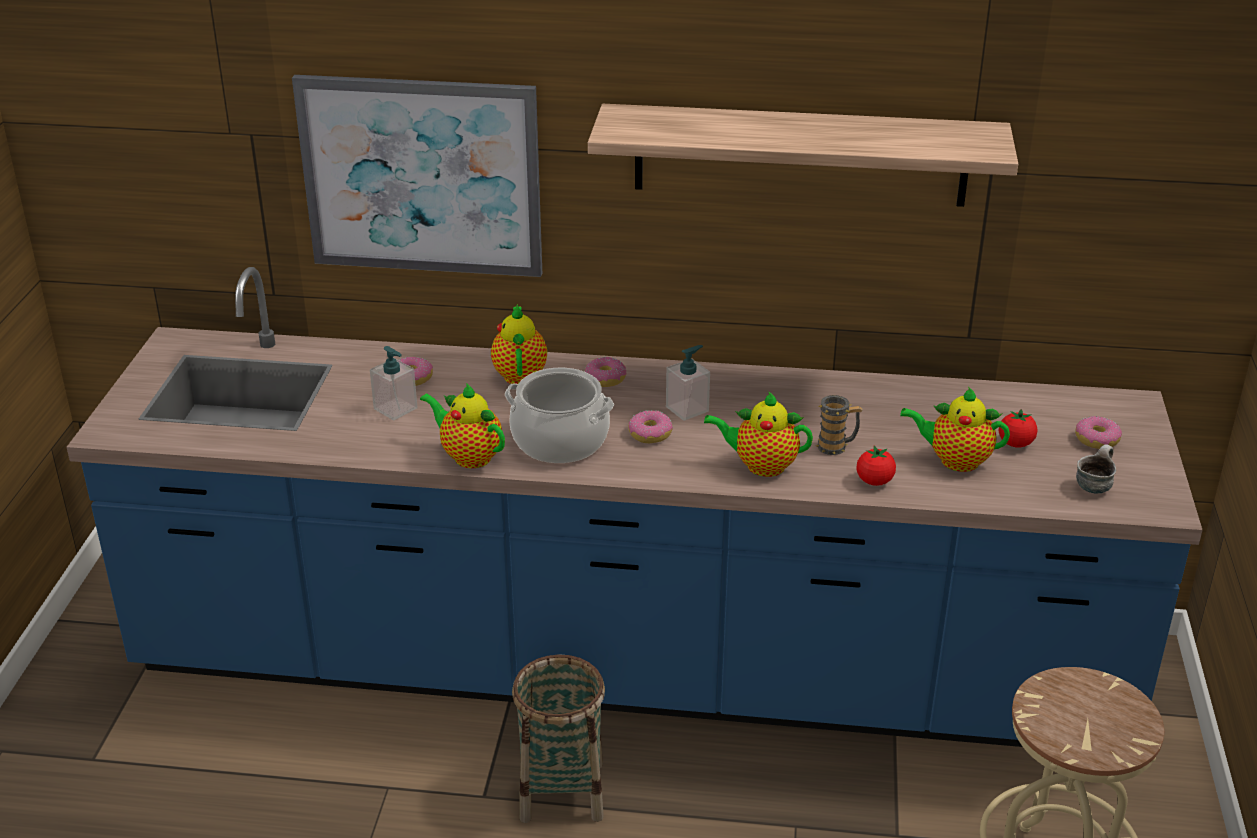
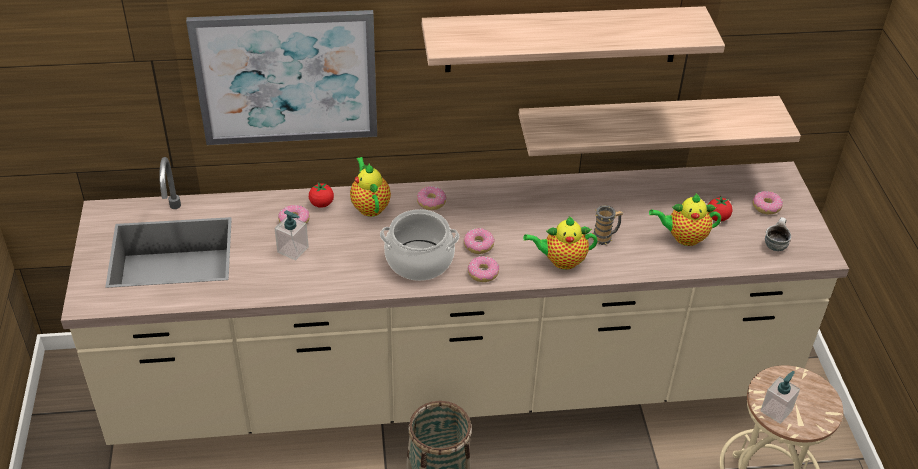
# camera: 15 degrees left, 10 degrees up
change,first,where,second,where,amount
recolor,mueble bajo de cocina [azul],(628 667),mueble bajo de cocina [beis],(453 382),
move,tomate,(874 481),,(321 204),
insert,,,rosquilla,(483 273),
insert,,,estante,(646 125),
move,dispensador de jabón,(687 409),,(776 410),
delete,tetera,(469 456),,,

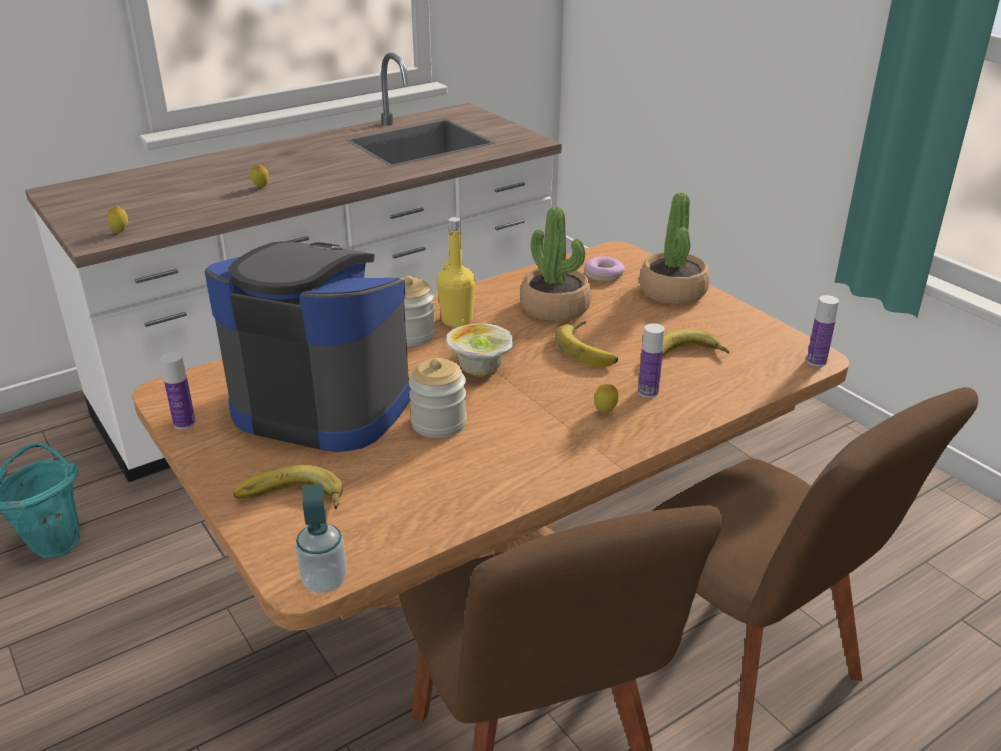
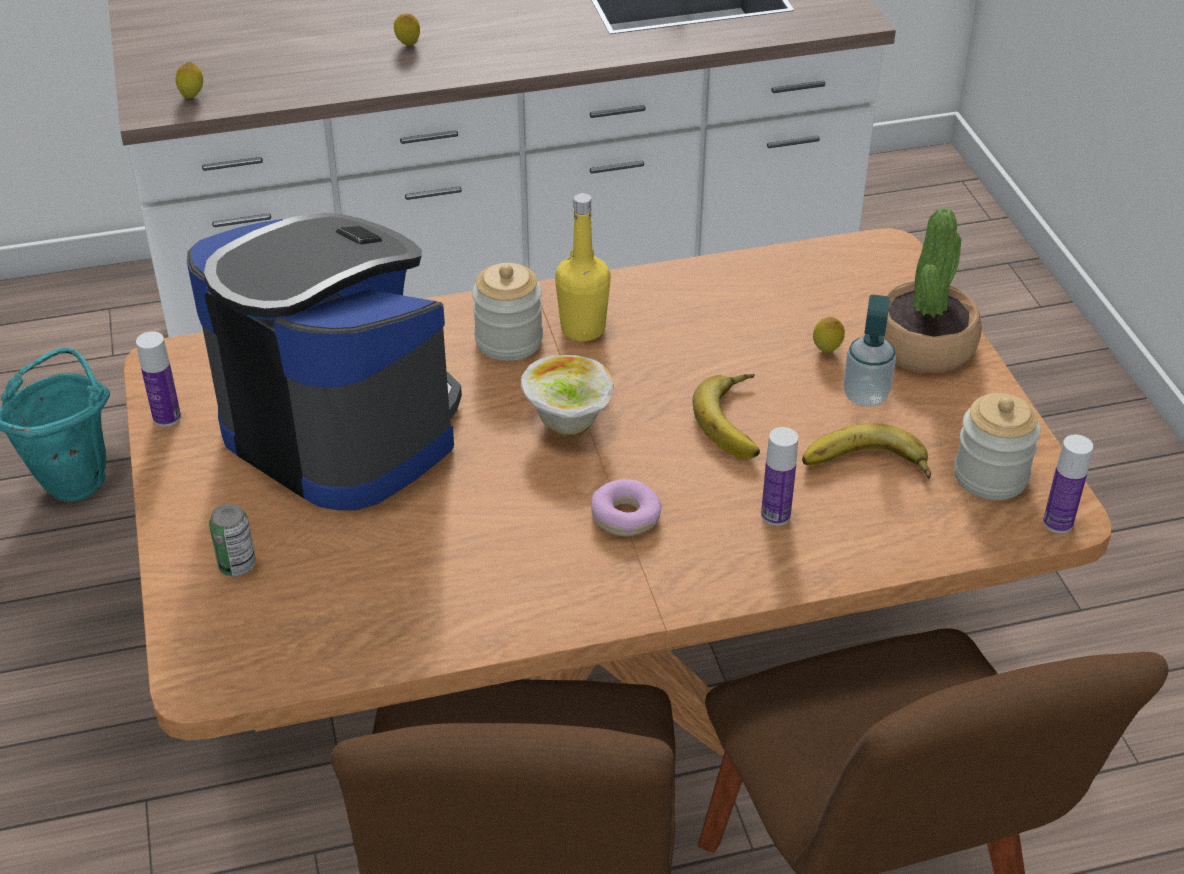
# camera: 20 degrees right, 10 degrees up
change,first,where,second,where,amount
replace,plátano,(290 501),lata,(237 565),
move,rosquilla,(604 275),,(625 516),
move,limón,(605 412),,(826 351),
move,dispensador de jabón,(324 581),,(865 395),
move,tarro,(438 423),,(990 476),
delete,planta en maceta,(555 307),,,

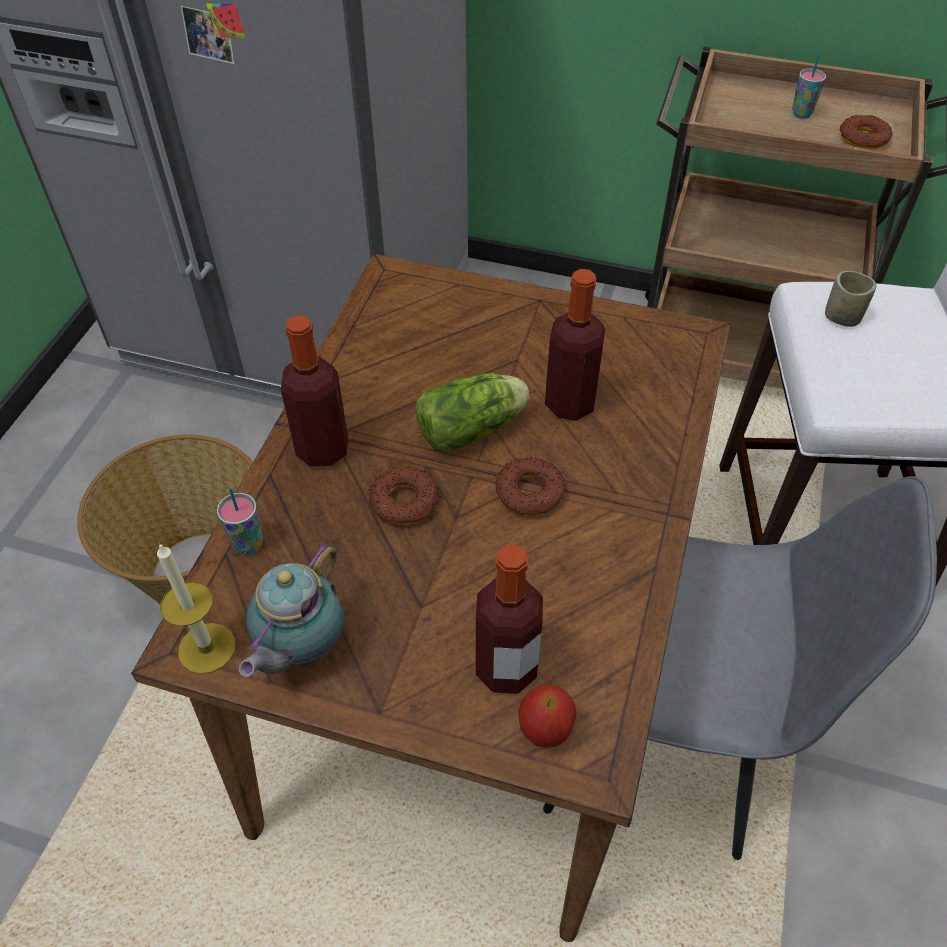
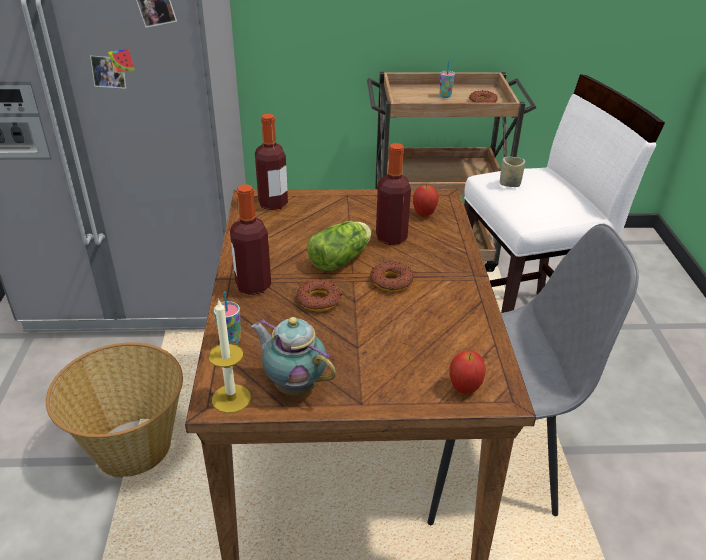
# camera: 20 degrees left, 15 degrees down
change,first,where,second,where,amount
rotate,tetera,(300 649),,(294 385),120 degrees clockwise
move,botella,(506 668),,(273 204),
insert,,,manzana,(424 214),

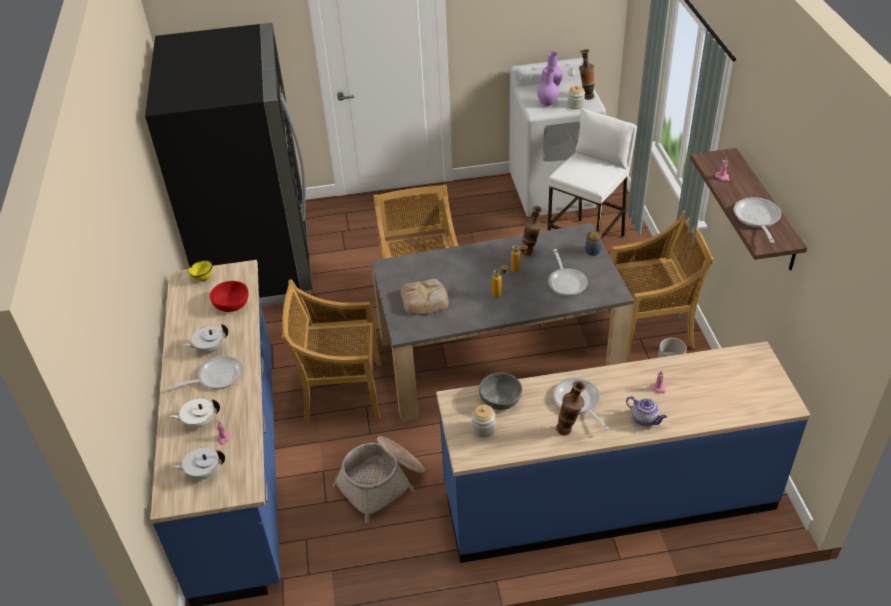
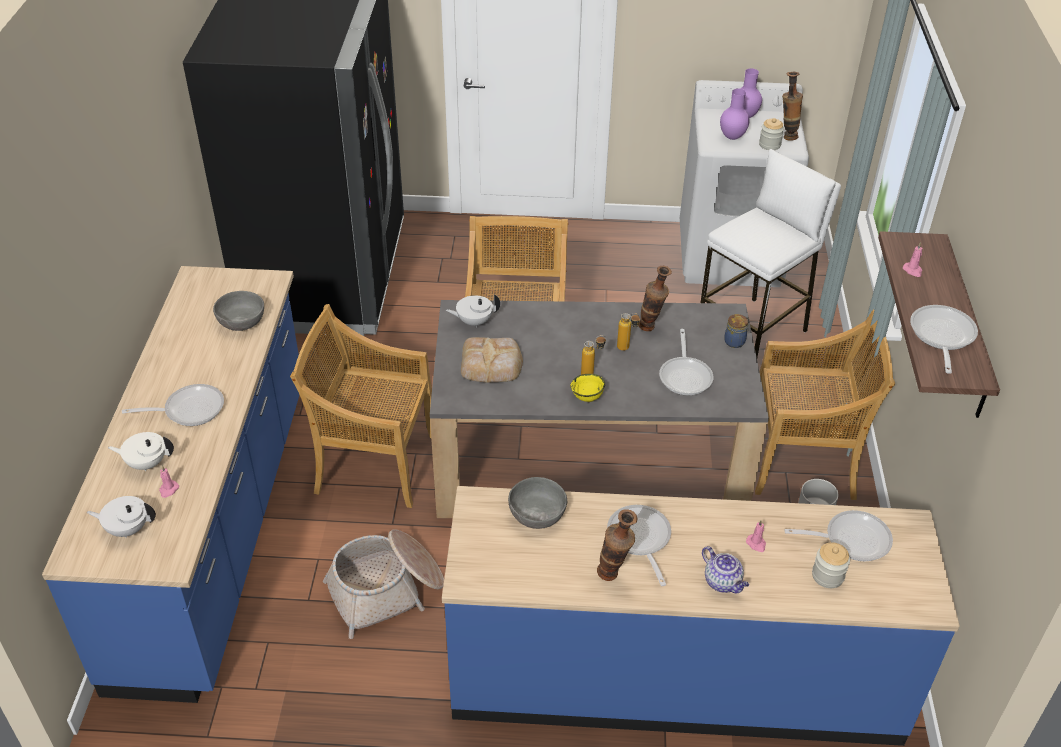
# camera: 10 degrees right, 0 degrees up
change,first,where,second,where,amount
recolor,cuenco [rojo],(232 304),cuenco [gris],(242 321),
move,tetera [blanco],(209 348),,(474 321),
move,cuenco [amarillo],(203 278),,(587 398),
insert,,,sartén,(851 539),
move,tarro,(483 429),,(827 576),

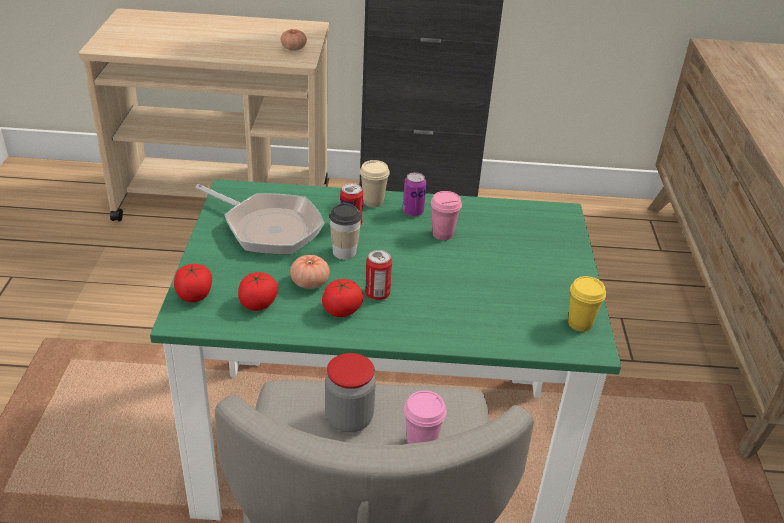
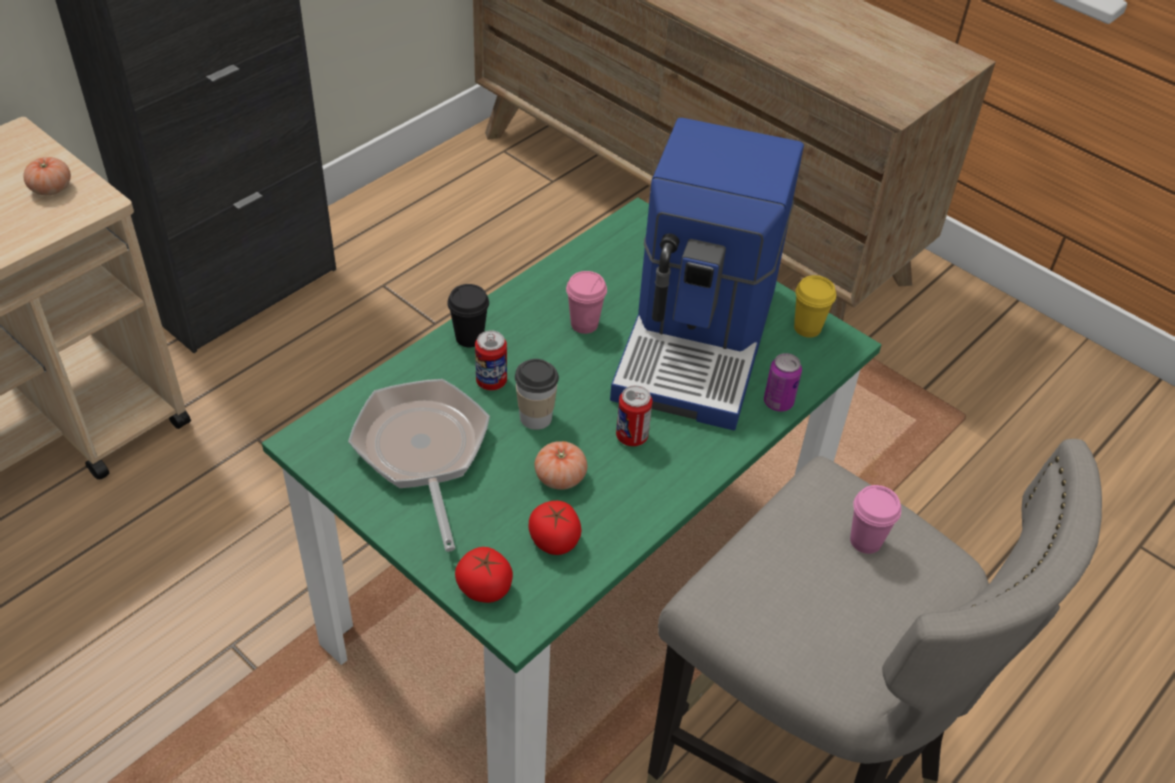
# camera: 50 degrees left, 10 degrees up
change,first,where,second,where,amount
rotate,sartén,(268 228),,(422 452),90 degrees counterclockwise
recolor,taza [beis],(373 202),taza [negro],(469 338),
insert,,,cafetera,(700 340),
move,lata,(413 212),,(778 402),
delete,tomate,(342 310),,,
delete,tarro,(349 418),,,

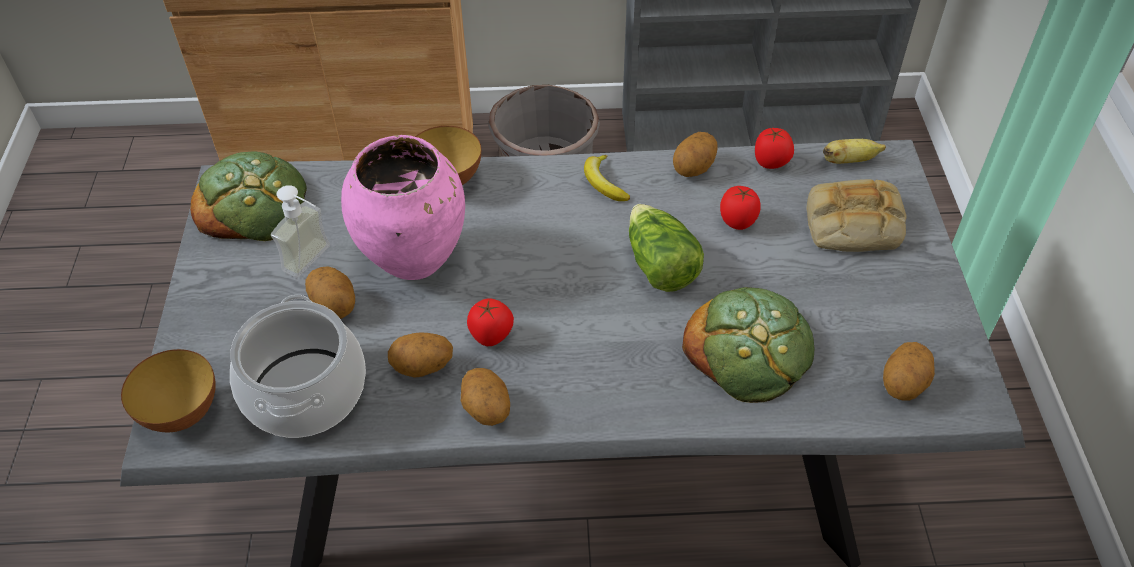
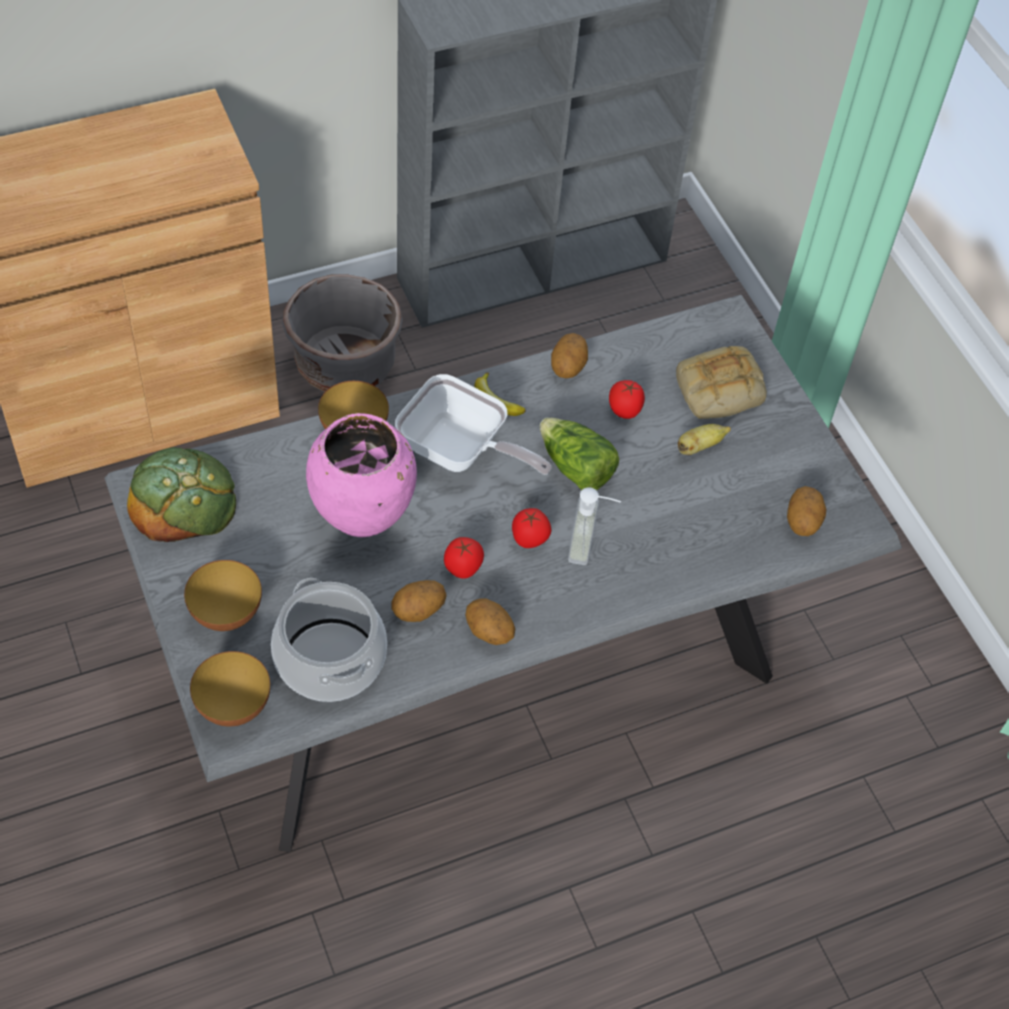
# camera: 25 degrees left, 5 degrees up
change,first,where,second,where,amount
insert,,,cuenco,(226 614),
insert,,,sartén,(460 452),
move,tomate,(771 163),,(529 539),
move,dispensador de jabón,(315 262),,(591 546),
move,plátano,(849 161),,(699 446),
delete,patata,(335 306),,,
delete,pan,(749 348),,,

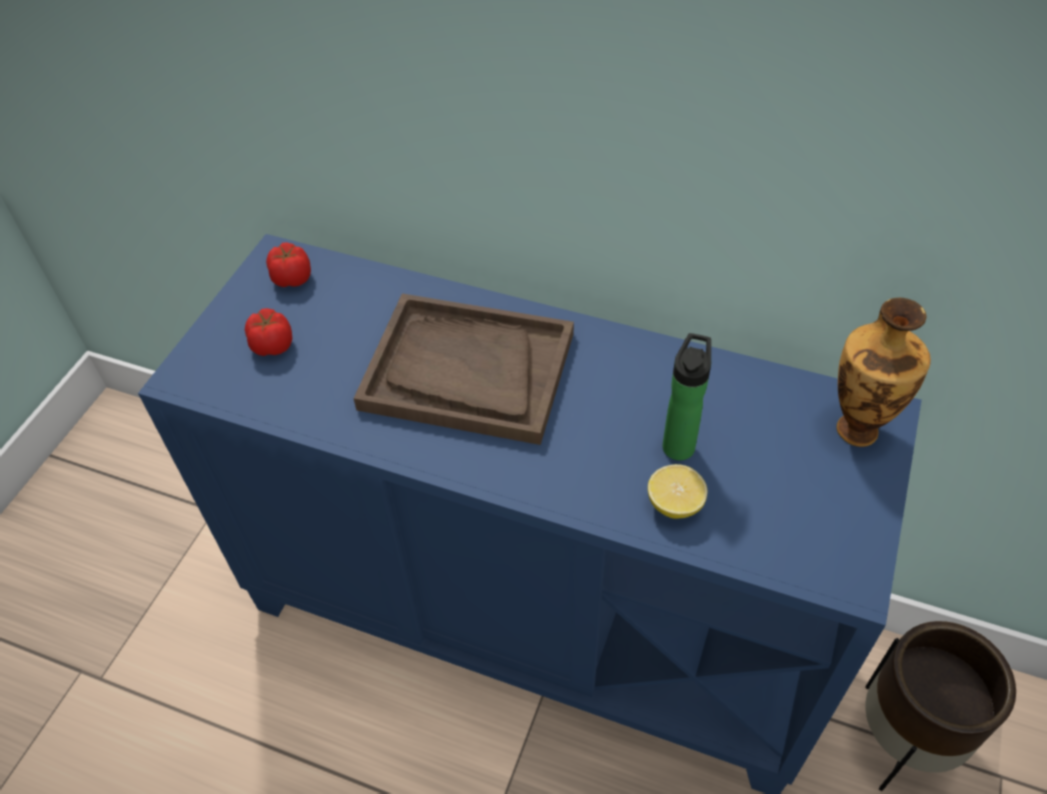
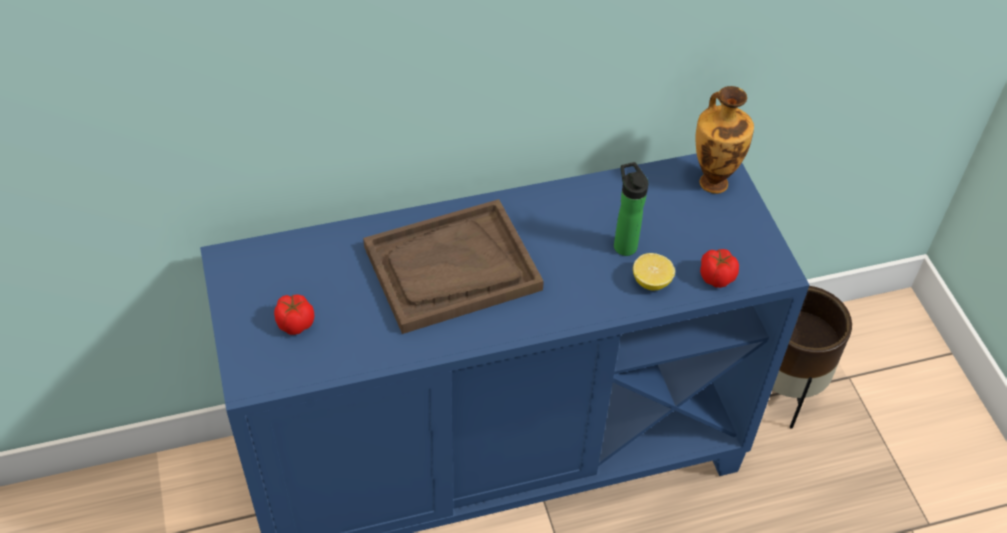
# camera: 40 degrees left, 0 degrees up
change,first,where,second,where,amount
move,tomate,(292 278),,(716 277),

